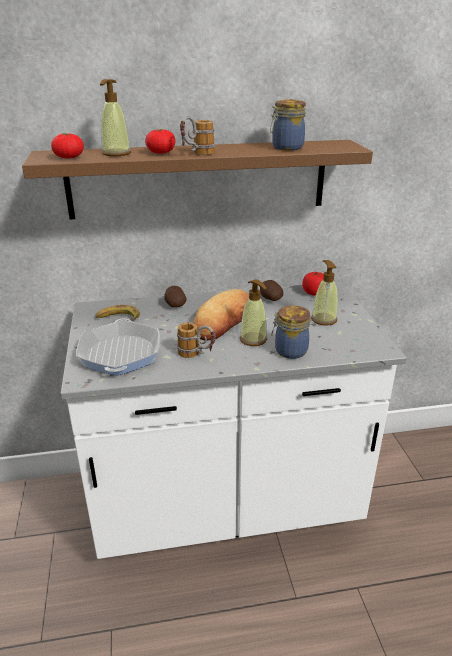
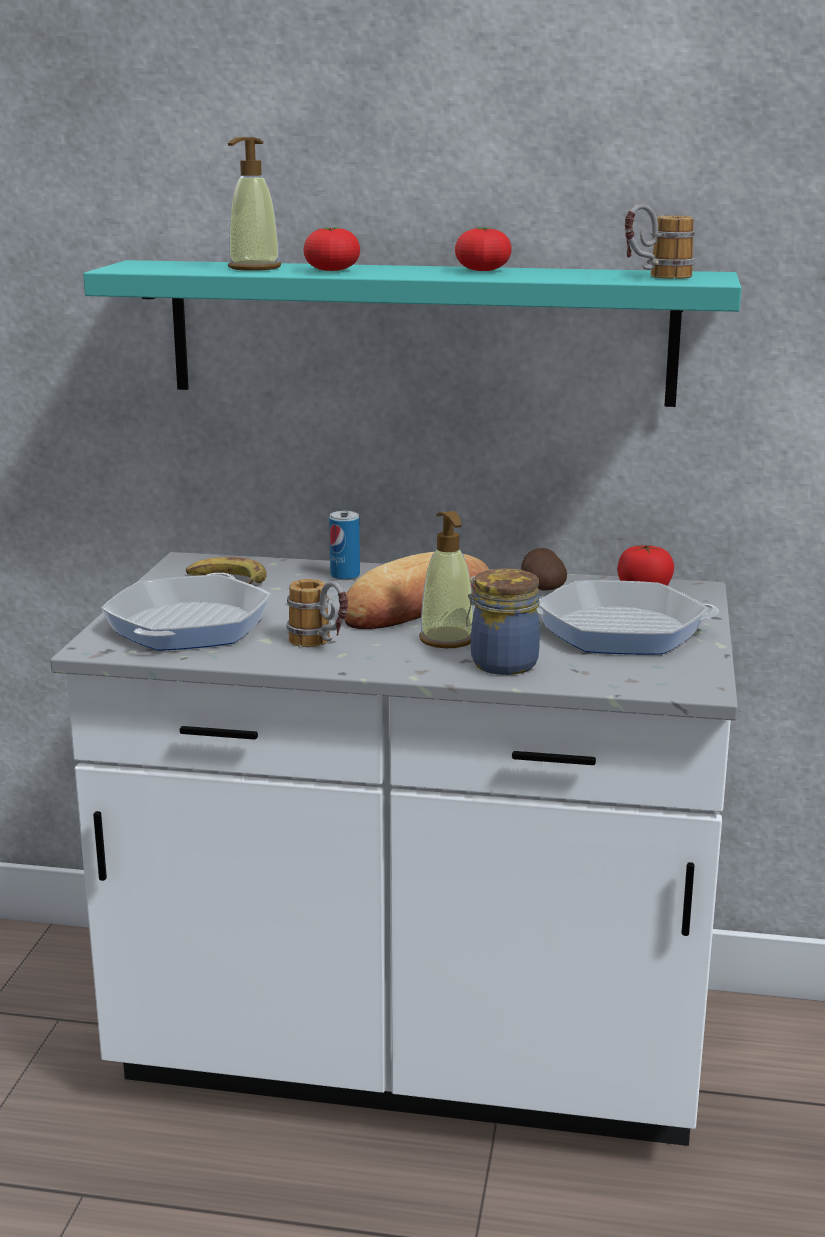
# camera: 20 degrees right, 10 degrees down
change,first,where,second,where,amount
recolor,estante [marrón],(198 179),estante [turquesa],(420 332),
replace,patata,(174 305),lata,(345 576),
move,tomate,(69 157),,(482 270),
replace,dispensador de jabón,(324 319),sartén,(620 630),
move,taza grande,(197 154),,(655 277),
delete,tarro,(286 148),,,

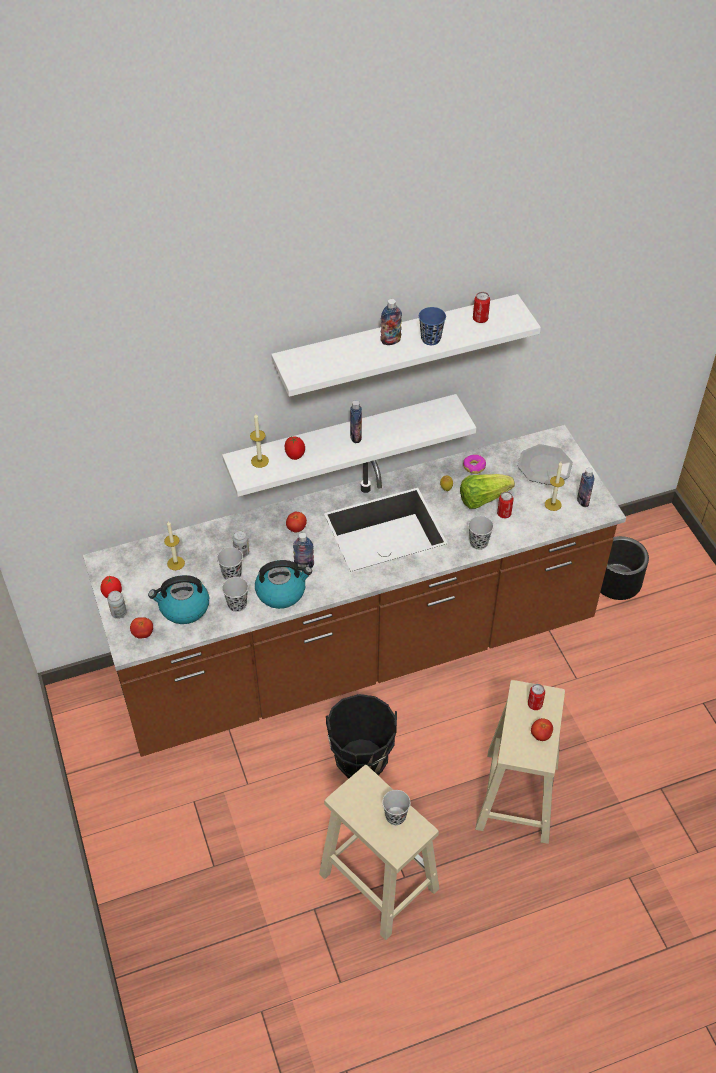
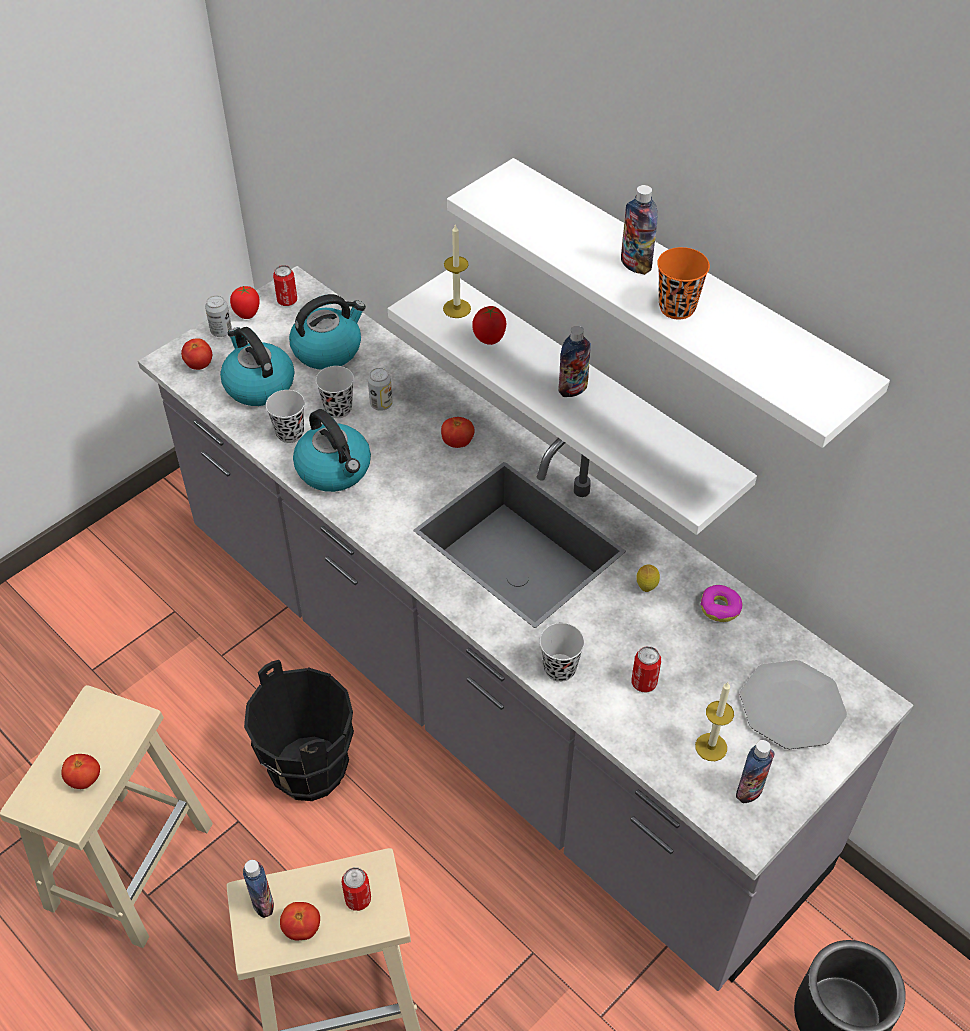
# camera: 65 degrees right, 0 degrees up
change,first,where,second,where,amount
replace,taza [negro],(395 816),tomate,(84 779),
recolor,mueble bajo de cocina [marrón],(358 653),mueble bajo de cocina [gris],(485 695),
move,botella,(304 565),,(263 903),
move,lata,(480 319),,(287 301),
replace,vela,(176 563),hervidor,(328 349),
recolor,taza [azul],(430 339),taza [naranja],(677 308),
delete,lechuga,(482 499),,,

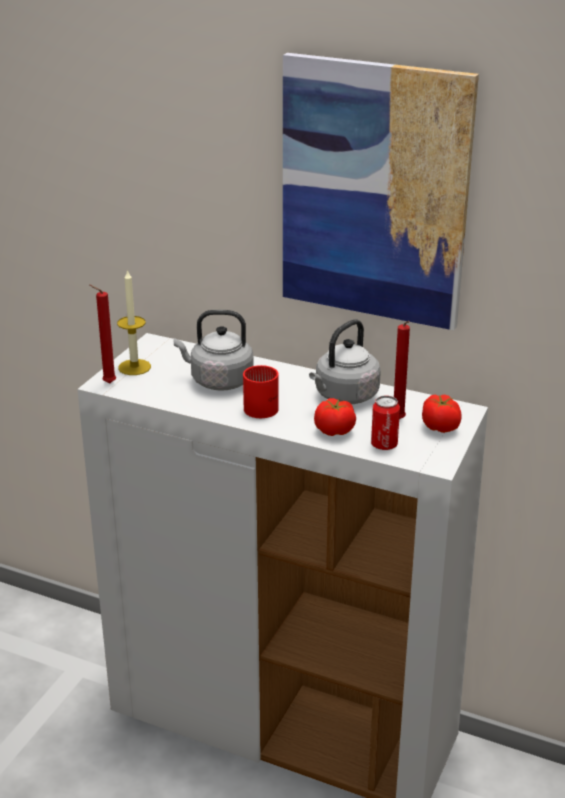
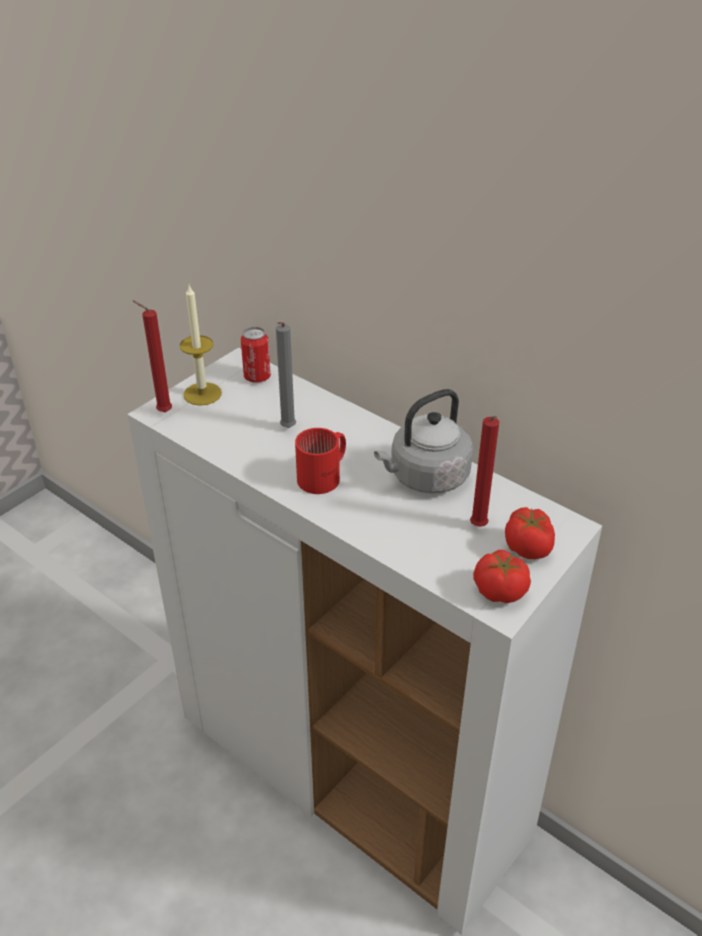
# camera: 15 degrees right, 10 degrees up
change,first,where,second,where,amount
move,lata,(384 445),,(257 377),
replace,hervidor [gris],(218 381),vela [gris],(287 429),
move,tomate,(334 431),,(499 592),
delete,cuadro,(374 193),,,

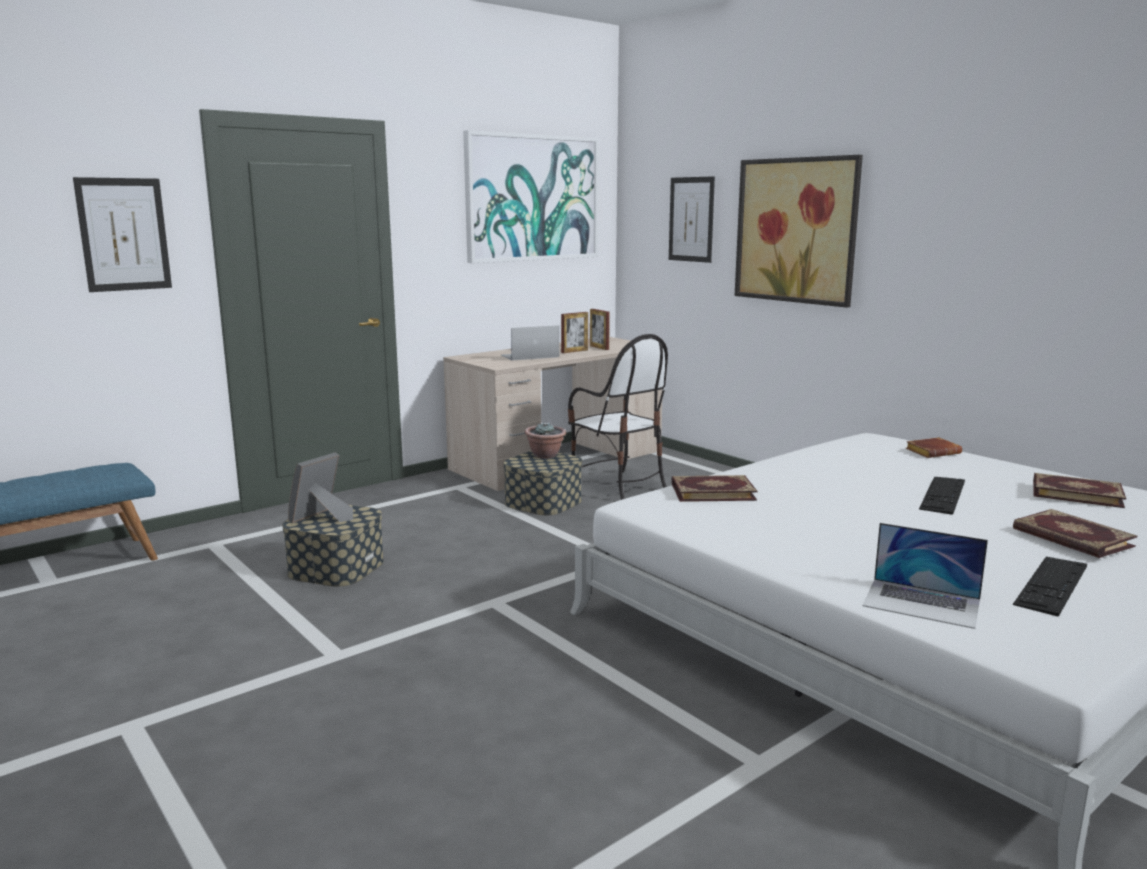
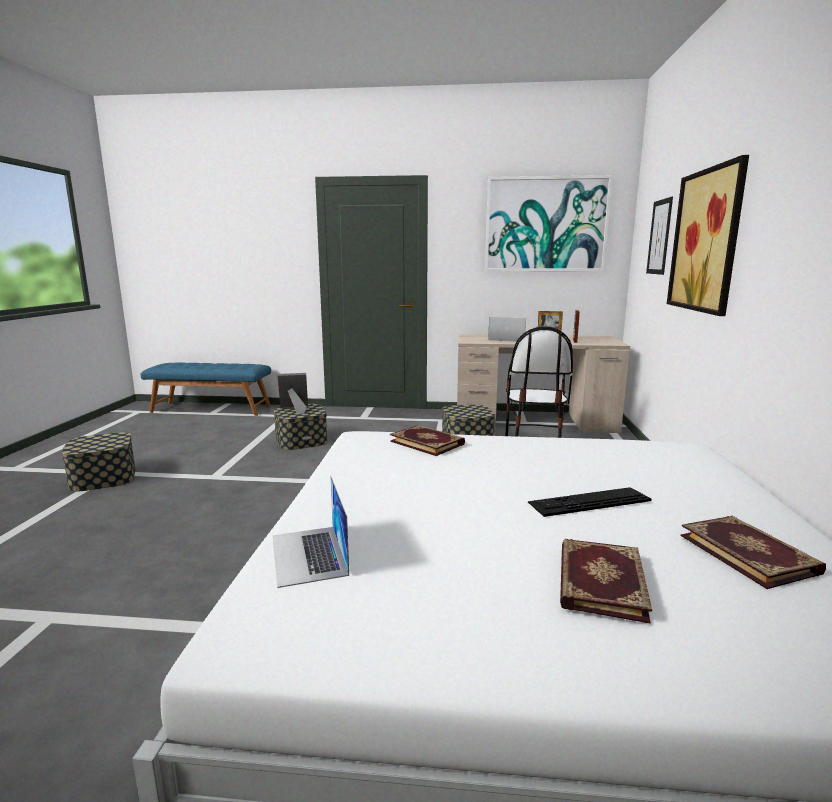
# camera: 45 degrees right, 0 degrees up
change,first,where,second,where,amount
insert,,,caja de almacenaje,(103 478),
delete,cuadro,(124 234),,,
delete,planta en maceta,(545 455),,,
delete,libro [marrón],(933 452),,,
delete,teclado,(1051 584),,,

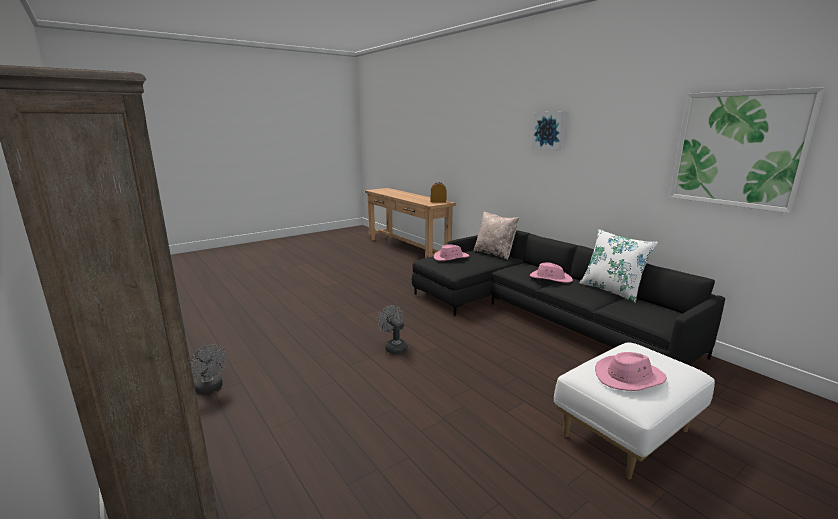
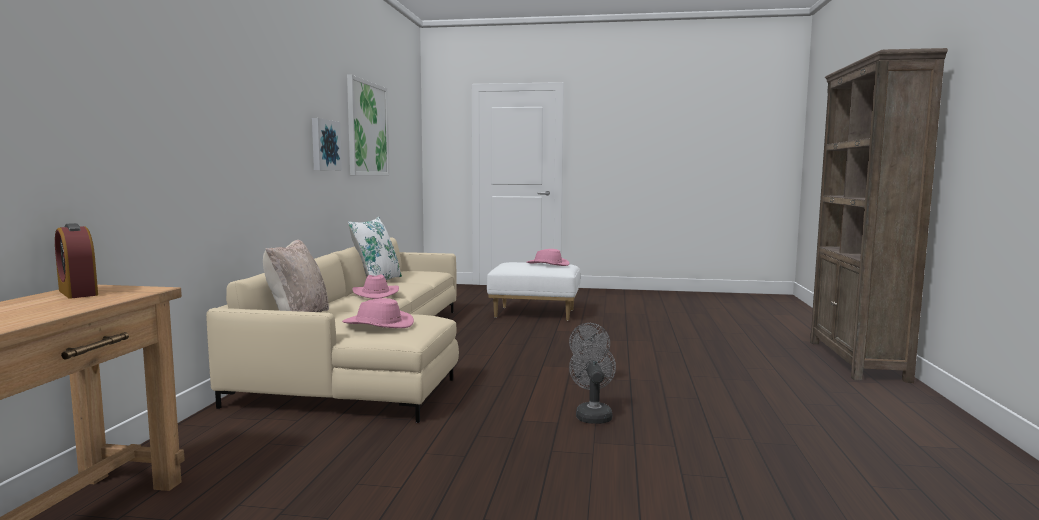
# camera: 135 degrees left, 10 degrees down
change,first,where,second,where,amount
recolor,sofá [negro],(536 313),sofá [beis],(372 354),
move,cuadro,(550 130),,(324 145),
move,ventilador [gris],(211 388),,(592 415),

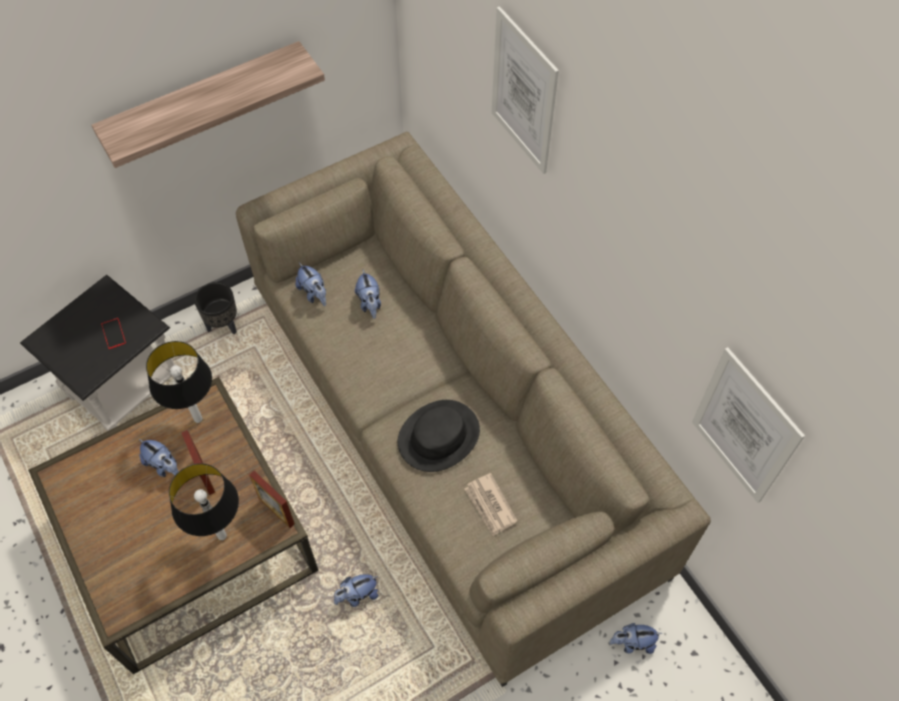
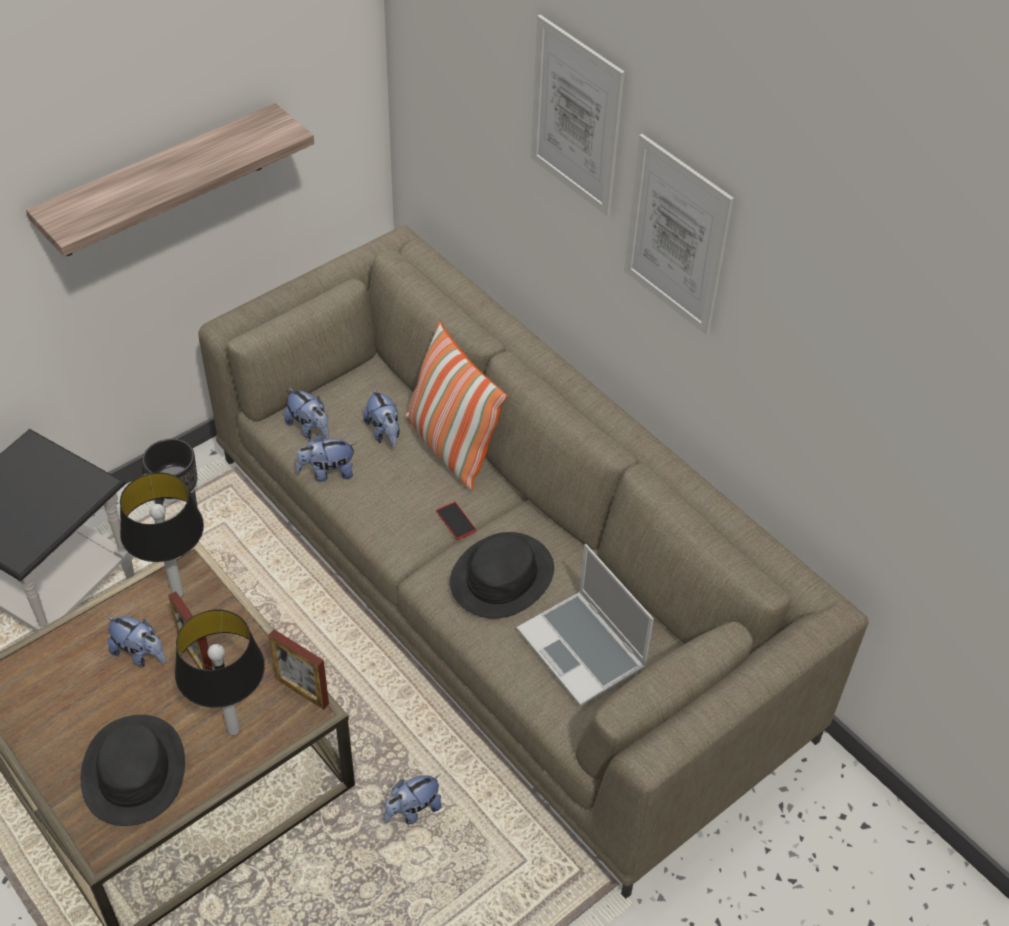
# camera: 10 degrees left, 10 degrees down
change,first,where,second,where,amount
insert,,,sombrero [negro],(133 771),
move,peluche,(632 643),,(327 472),
insert,,,cojín,(450 447),
move,móvil,(113 333),,(456 520),
replace,periódico,(490 506),portátil,(583 650),
move,cuadro,(744 427),,(676 236),

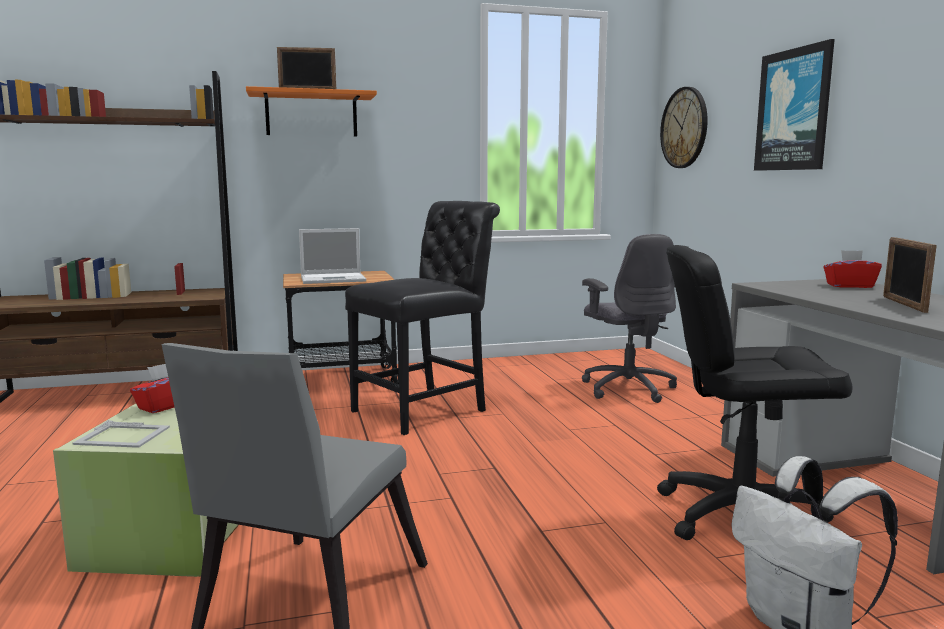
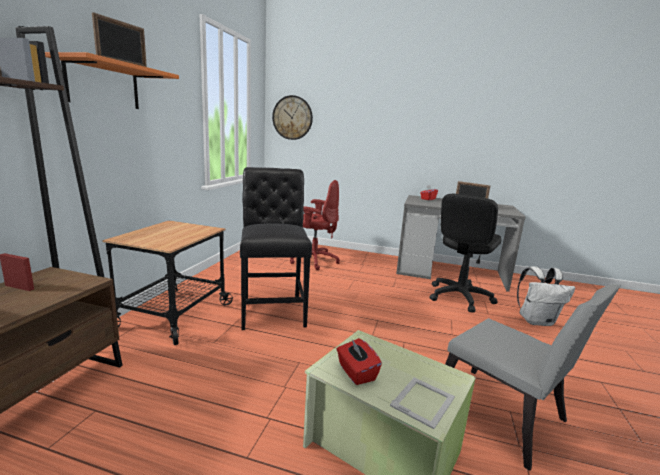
# camera: 60 degrees left, 5 degrees up
change,first,where,second,where,amount
recolor,silla de oficina [gris],(627 388),silla de oficina [rojo],(313 260),
delete,portátil,(334 279),,,
delete,cuadro,(793 110),,,

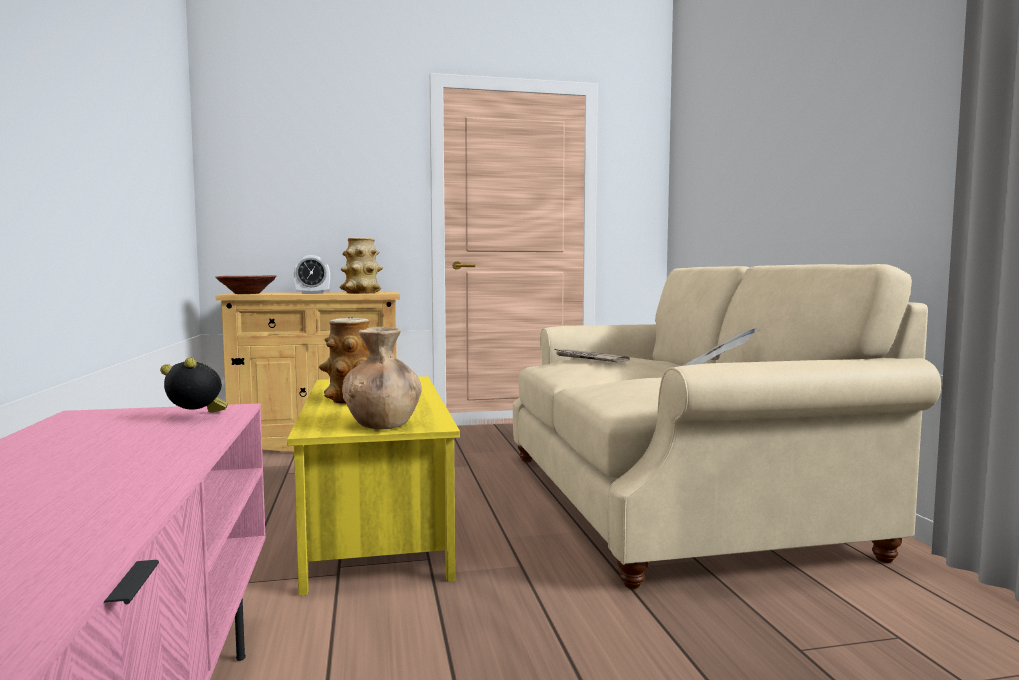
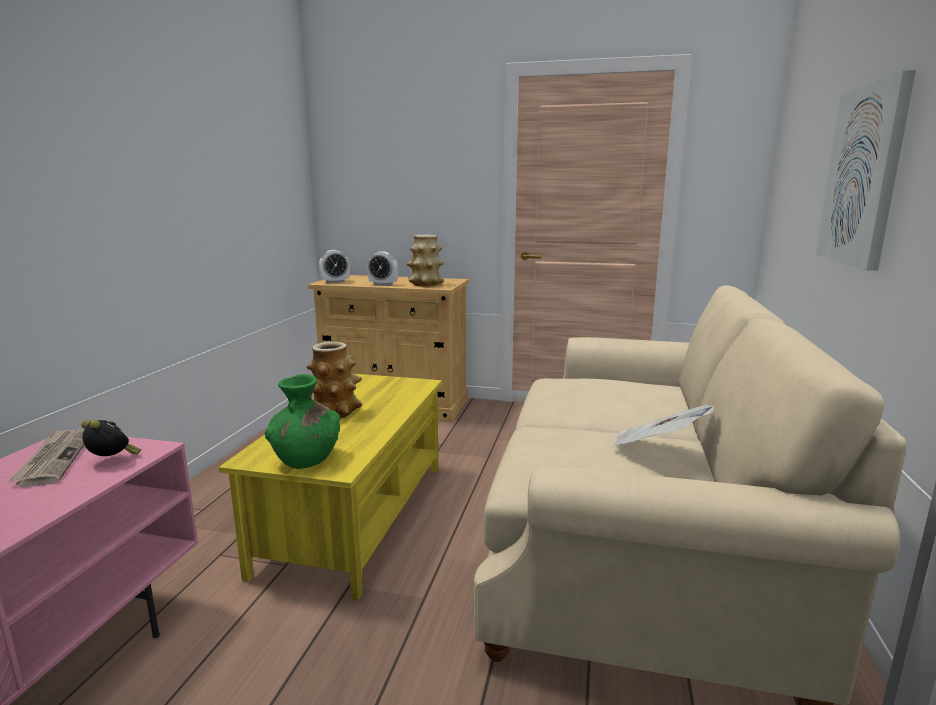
# camera: 25 degrees right, 10 degrees up
change,first,where,second,where,amount
move,periódico,(589 358),,(54 459),
recolor,florero [marrón],(383 424),florero [verde],(306 459),
replace,cuenco [marrón],(247 293),despertador,(335 282),
insert,,,cuadro,(863 176),

